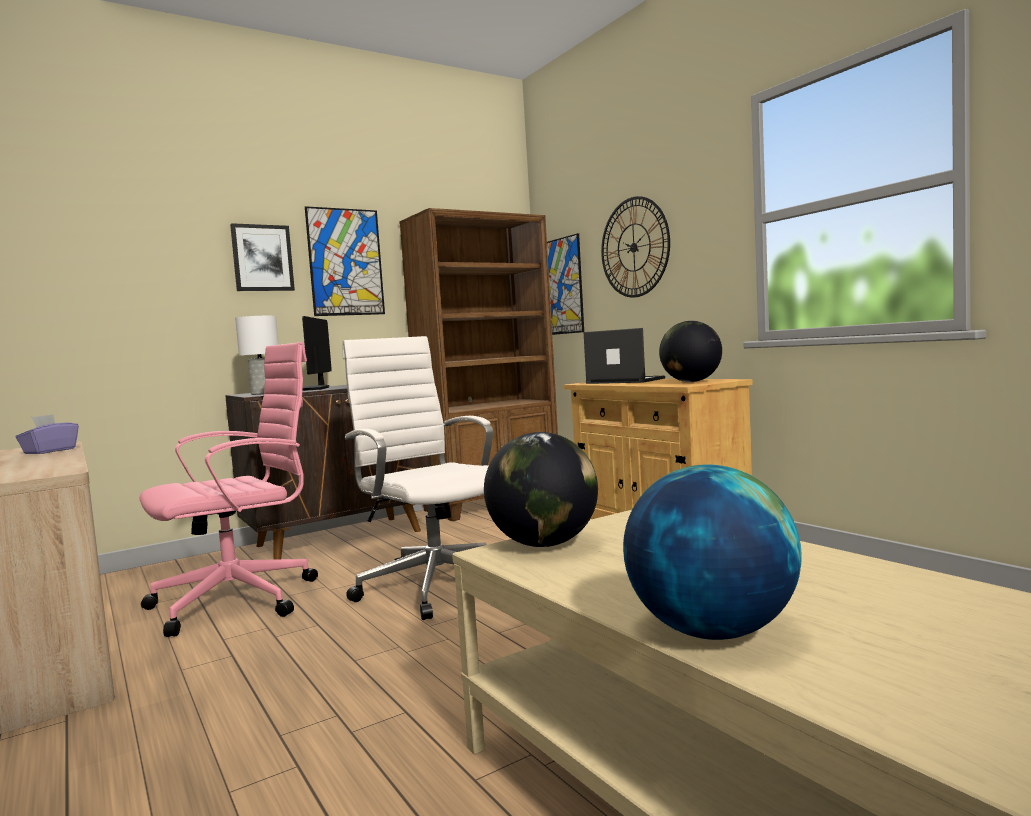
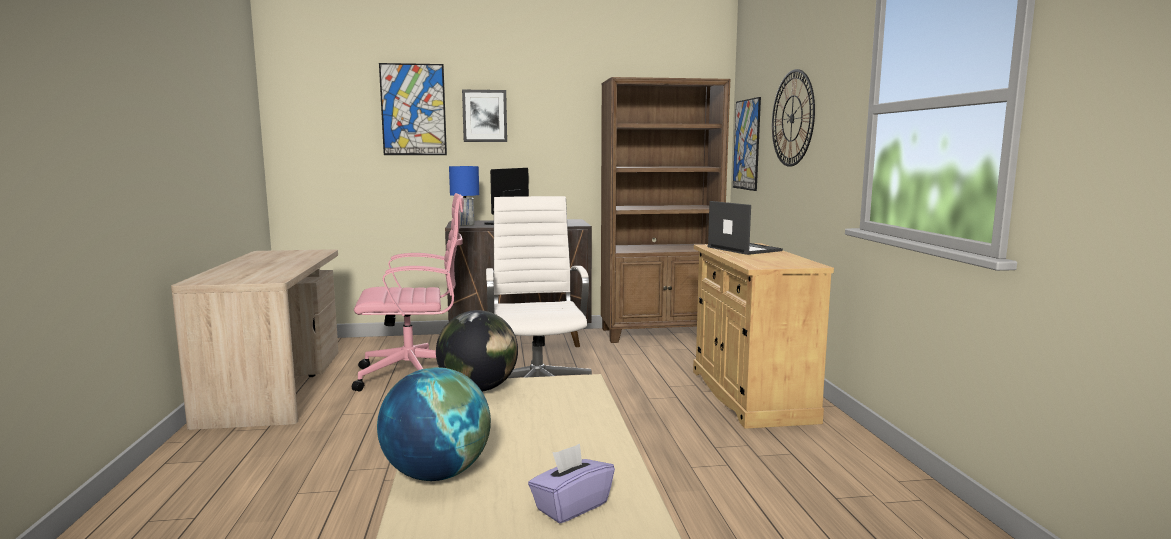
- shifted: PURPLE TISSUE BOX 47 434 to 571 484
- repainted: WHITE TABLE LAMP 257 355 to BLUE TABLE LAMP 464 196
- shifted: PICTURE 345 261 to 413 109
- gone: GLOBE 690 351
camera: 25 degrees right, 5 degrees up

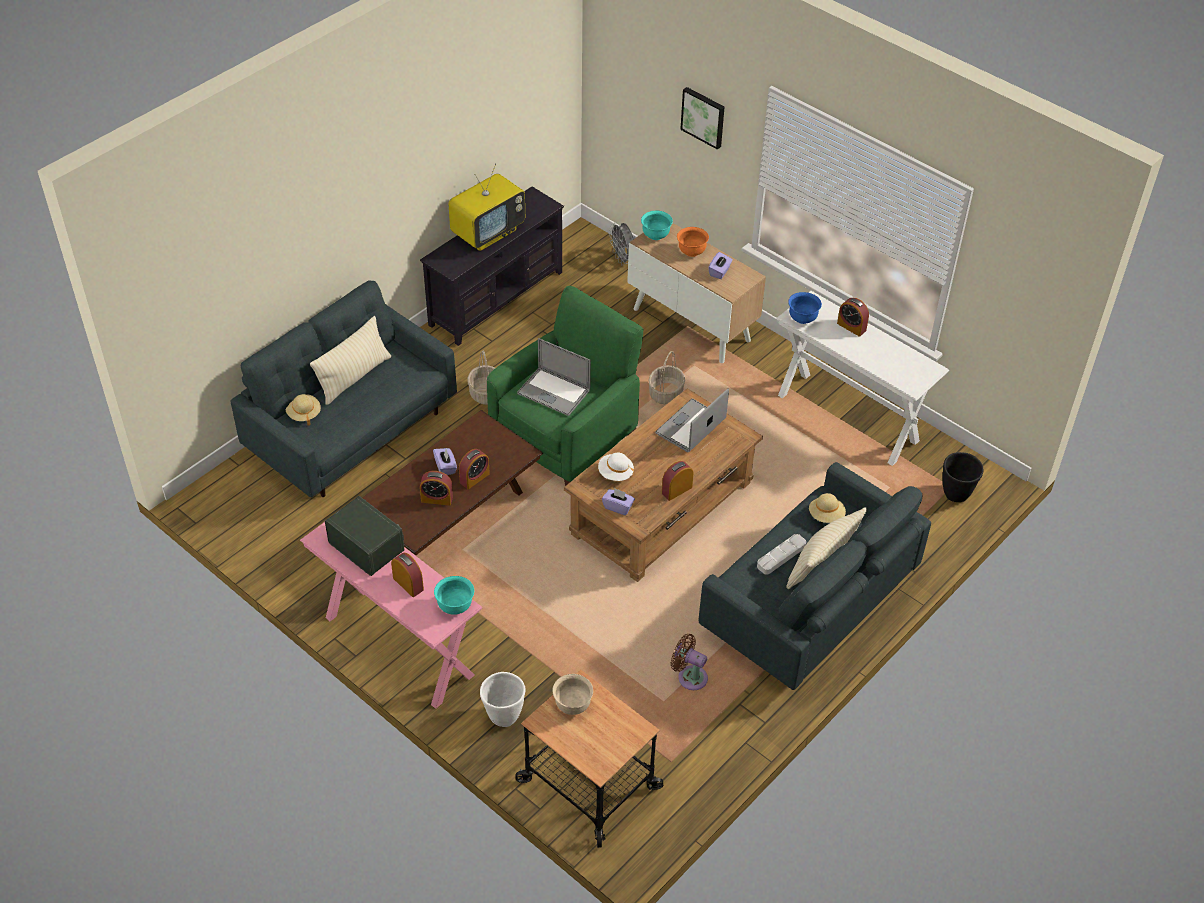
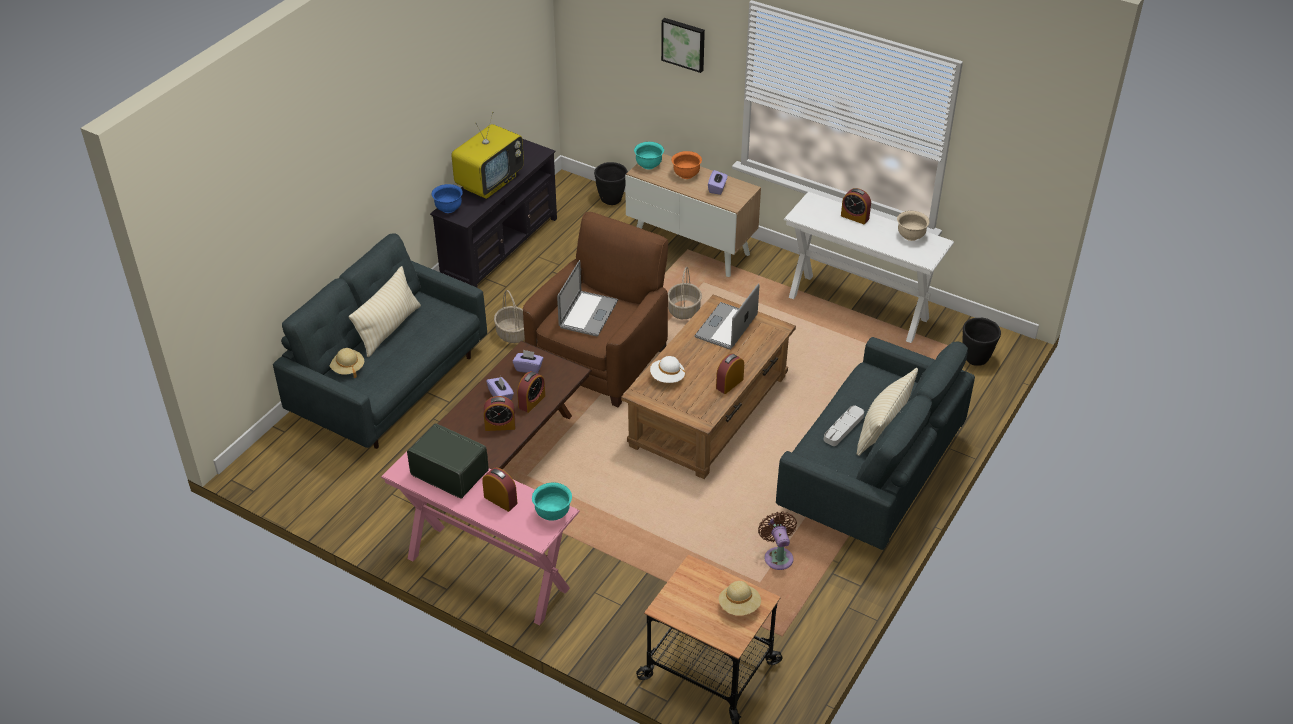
- gone: WHITE PLANTER 503 699
- repainted: GREEN ARMCHAIR 565 386 to BROWN ARMCHAIR 595 309
- rotated: LAPTOP 554 377 = 587 298 90 degrees counterclockwise
- shifted: BEIGE BOWL 572 694 to 913 226
- shifted: PURPLE TISSUE BOX 618 501 to 528 362
- swapped: GREY FAN 622 244 to BLACK PLANTER 611 183
- rotated: BROWN FAN 689 662 = 777 540 60 degrees clockwise
- shifted: BLUE BOWL 805 308 to 447 198
- shifted: BEIGE HAT 827 508 to 740 598
camera: 10 degrees left, 5 degrees down

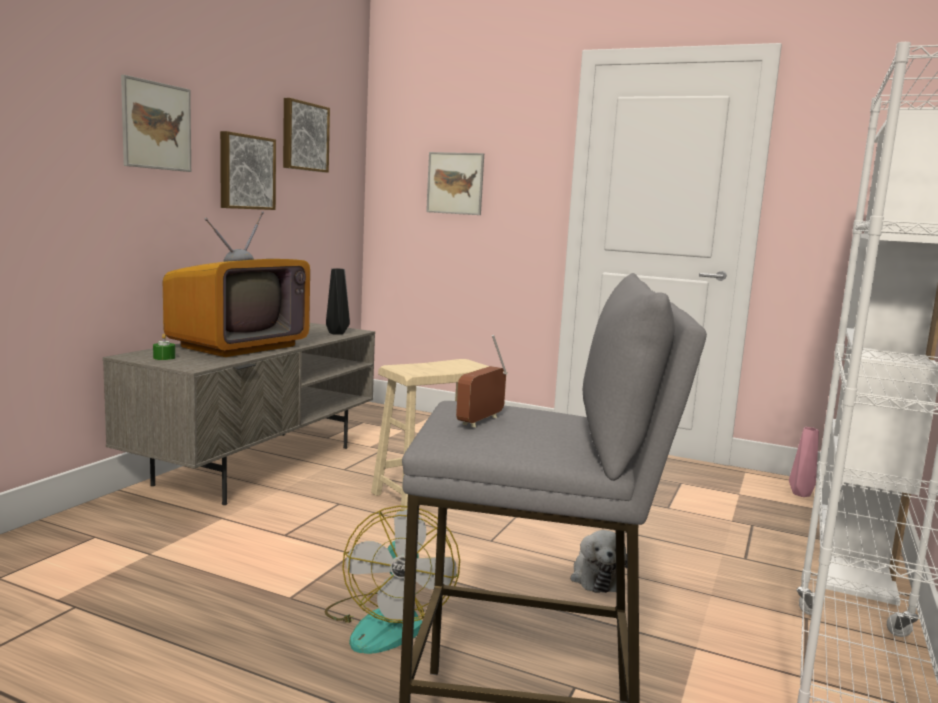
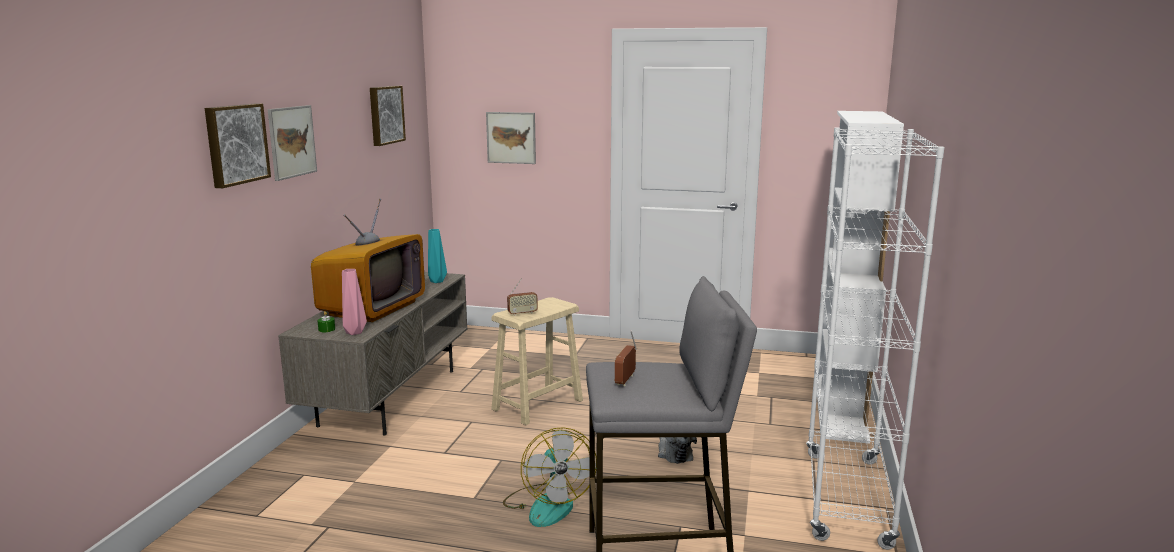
- shifted: PICTURE 248 170 to 238 145
- repainted: BLACK VASE 338 301 to TURQUOISE VASE 437 256
- shifted: PINK VASE 804 462 to 354 302
- new: RADIO 522 297
camera: 10 degrees left, 5 degrees up

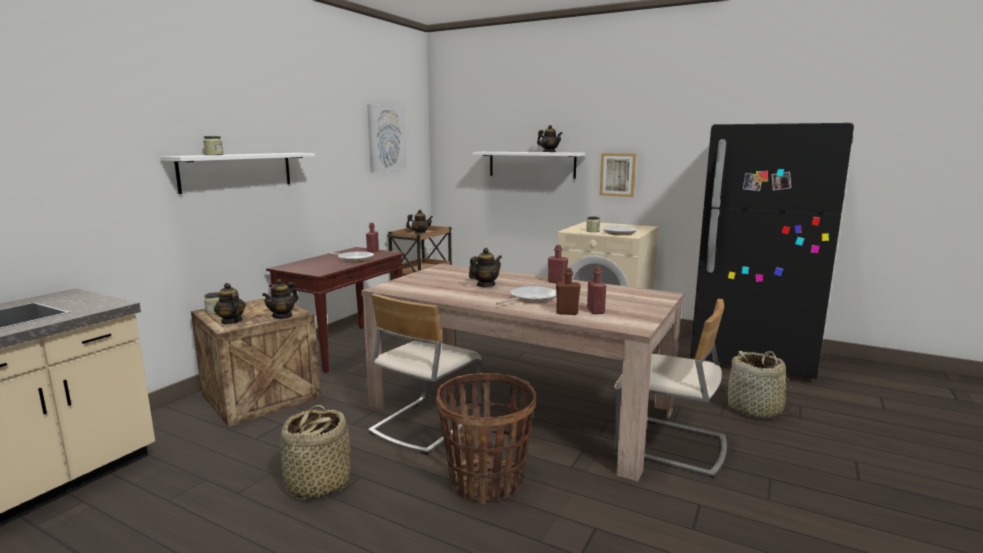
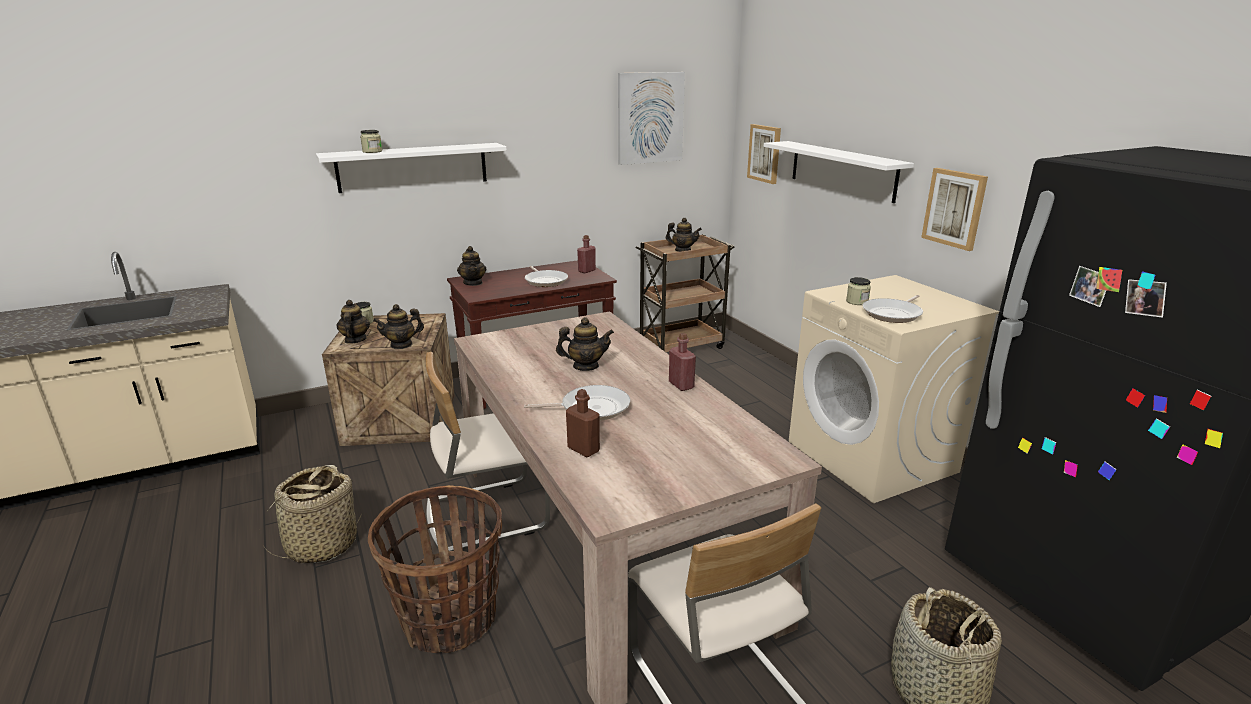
- shifted: TEAPOT 550 138 to 471 266
- gone: RED BOTTLE 596 290
- new: PICTURE 764 154
camera: 35 degrees right, 10 degrees up

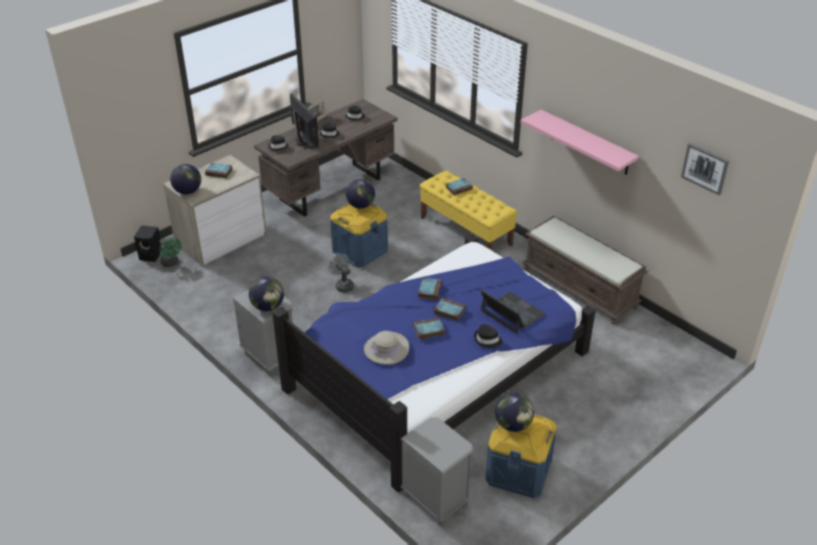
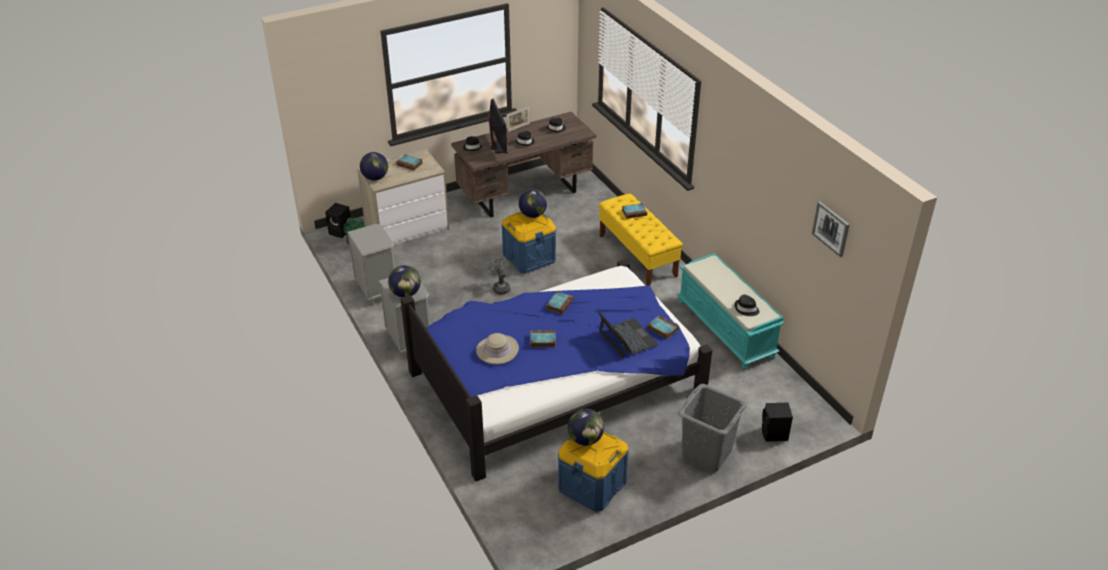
- shifted: GREY NIGHTSTAND 436 471 to 371 265
- shifted: BOOK 450 309 to 663 327
- shifted: BLACK HAT 488 336 to 747 305
- gone: PINK SHELF 579 142
- repainted: BROWN BENCH 585 270 to TURQUOISE BENCH 731 311
- new: GREY LAUNDRY BASKET 712 428
- new: BLACK SPEAKER 777 422
camera: 15 degrees right, 0 degrees up

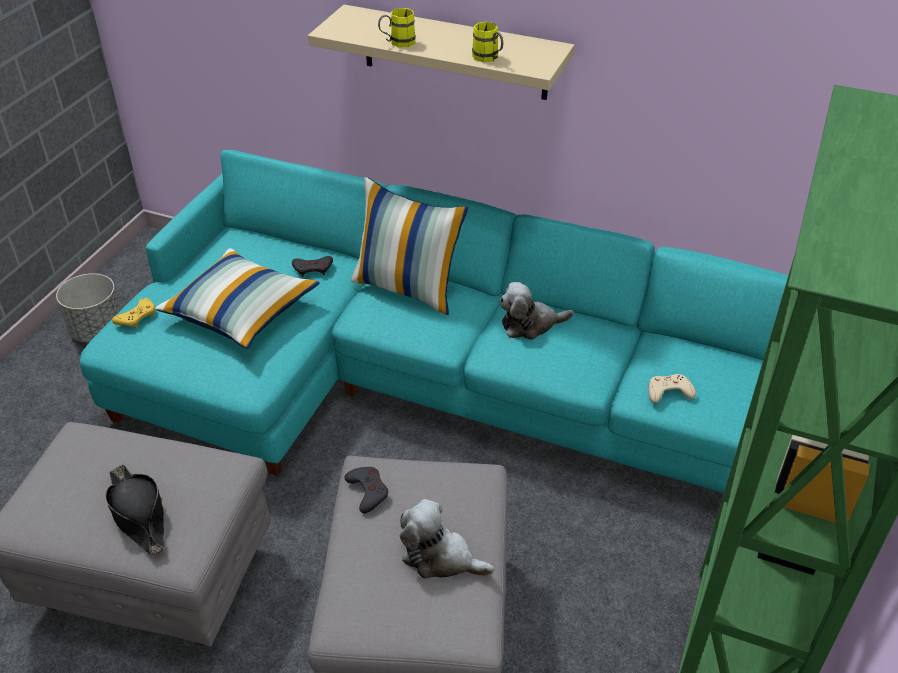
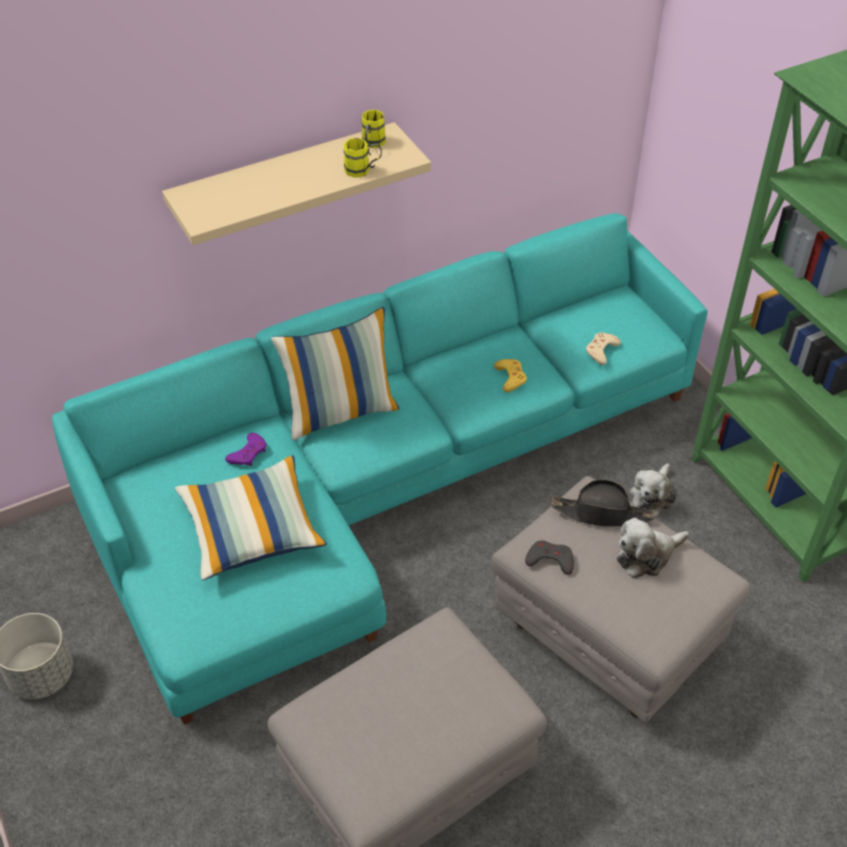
- shifted: BLACK HAT 134 510 to 603 503
- shifted: YELLOW GAME CONTROLLER 133 313 to 510 375
- repainted: GREY GAME CONTROLLER 312 266 to PURPLE GAME CONTROLLER 245 449
- shifted: YELLOW MUG 396 27 to 374 129
- shifted: PLUSH TOY 536 311 to 653 490
camera: 50 degrees left, 5 degrees up

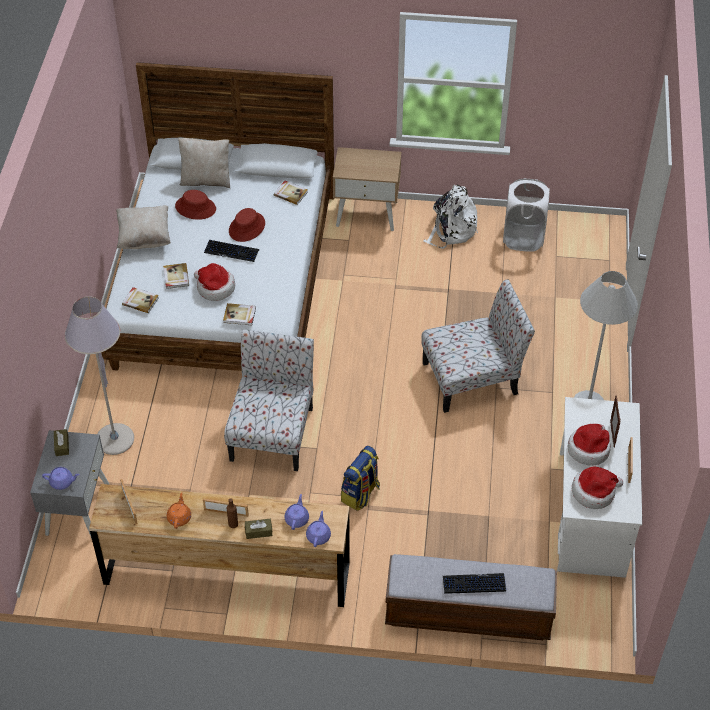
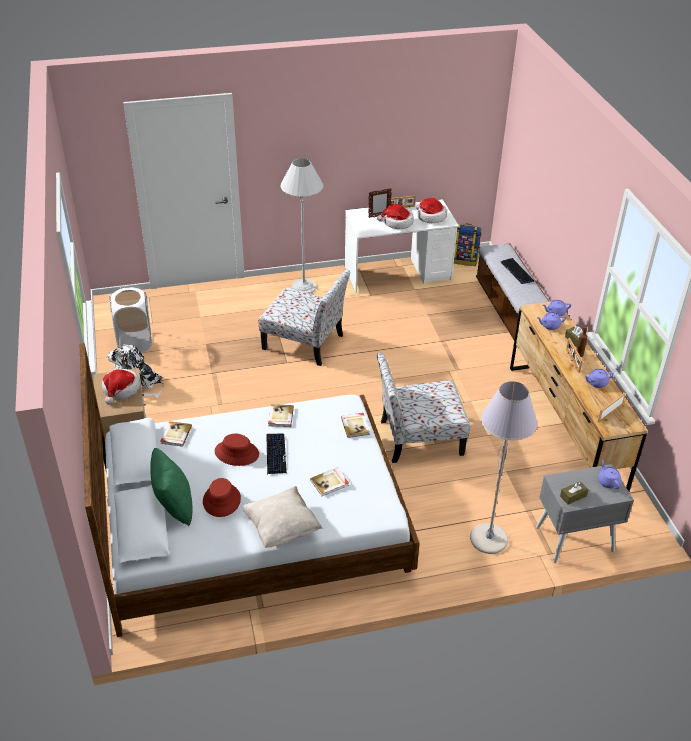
- shifted: BOOK 140 300 to 281 415
- repainted: ORANGE TEAPOT 179 510 to PURPLE TEAPOT 599 378
- repainted: BEIGE PILLOW 204 163 to GREEN PILLOW 171 487
- shifted: HAT 214 282 to 121 387
- shifted: BACKPACK 360 478 to 468 244
- rotated: CHAIR 478 346 = 304 318 150 degrees clockwise
camera: 110 degrees left, 10 degrees down

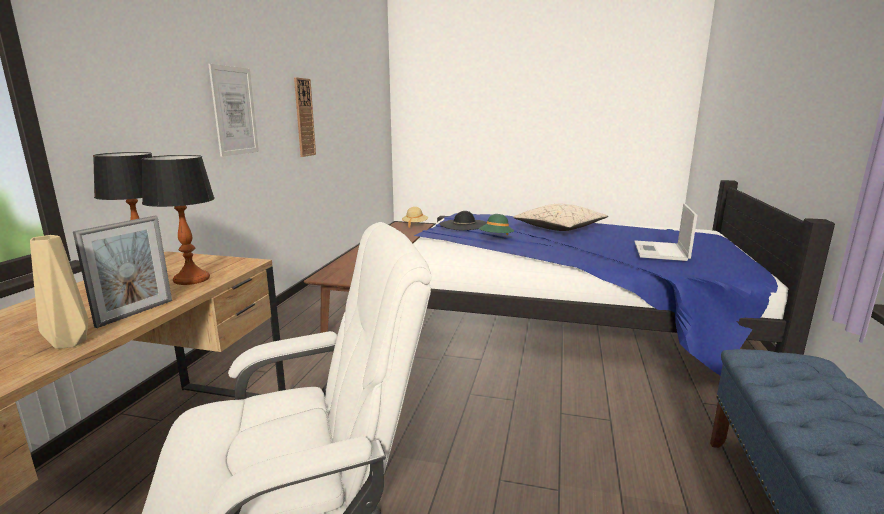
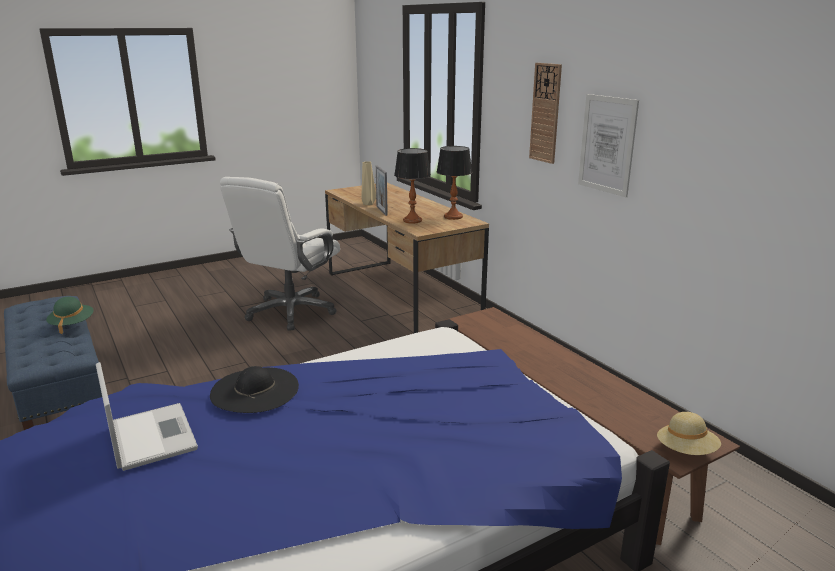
- shifted: WALL CLOCK 305 117 to 545 113
- shifted: BLACK HAT 463 220 to 254 389
- shifted: GREEN HAT 496 224 to 70 315
- gone: BEIGE PILLOW 560 217
camera: 135 degrees right, 5 degrees up

